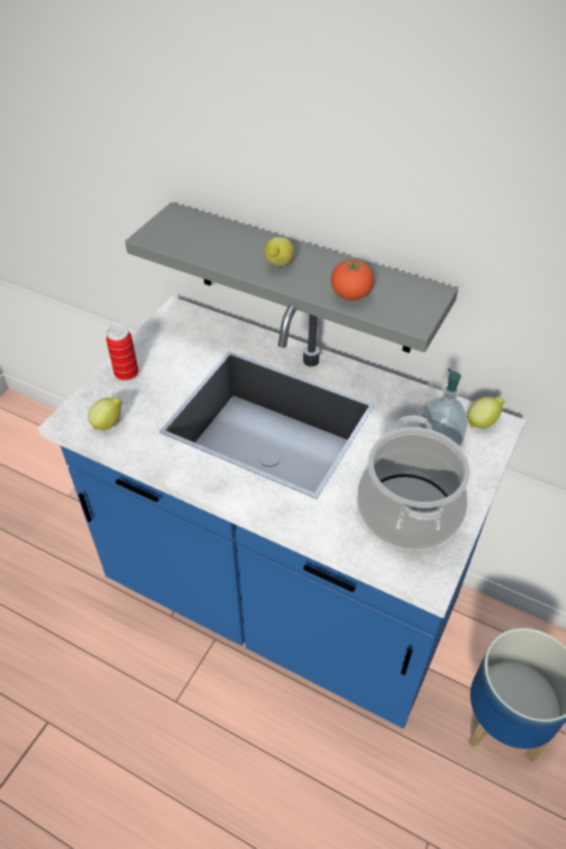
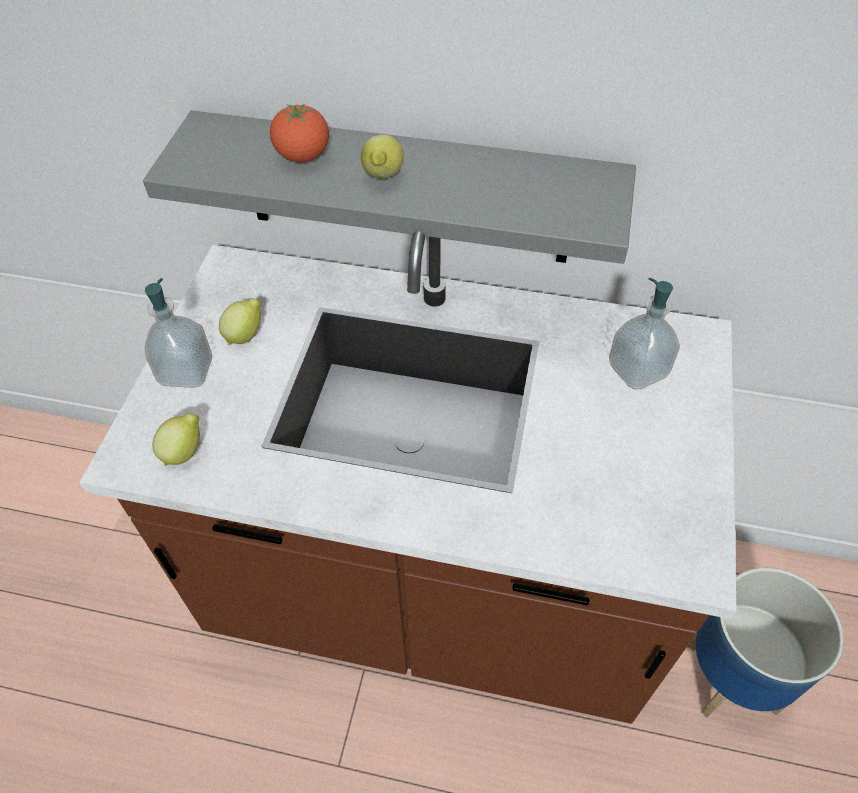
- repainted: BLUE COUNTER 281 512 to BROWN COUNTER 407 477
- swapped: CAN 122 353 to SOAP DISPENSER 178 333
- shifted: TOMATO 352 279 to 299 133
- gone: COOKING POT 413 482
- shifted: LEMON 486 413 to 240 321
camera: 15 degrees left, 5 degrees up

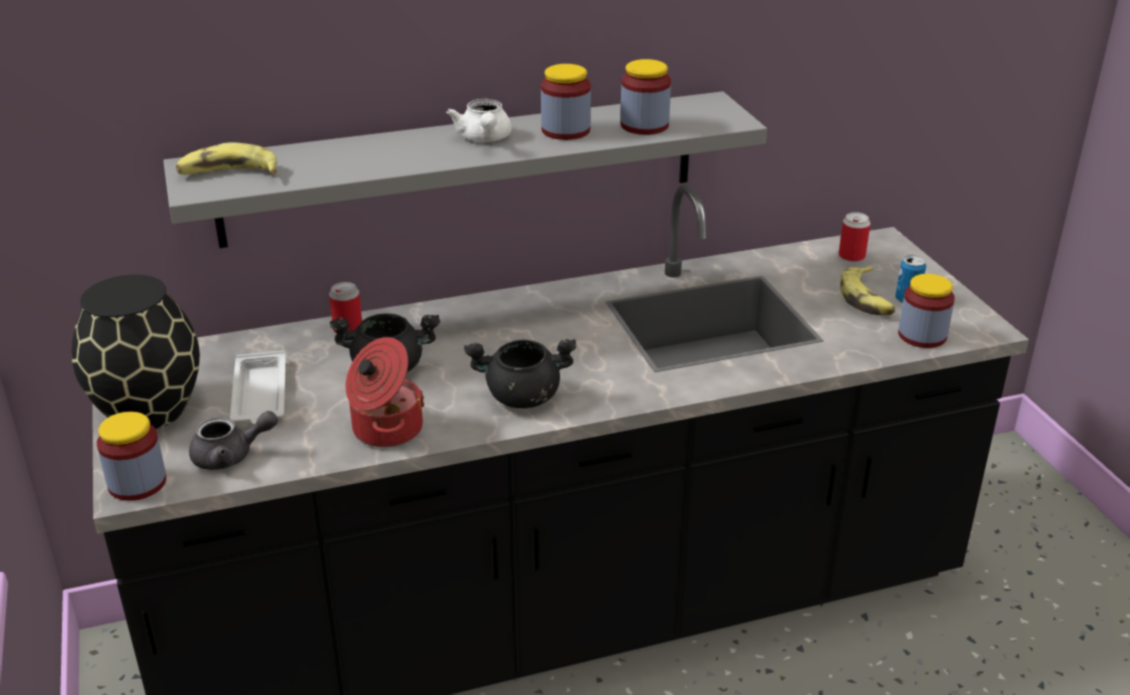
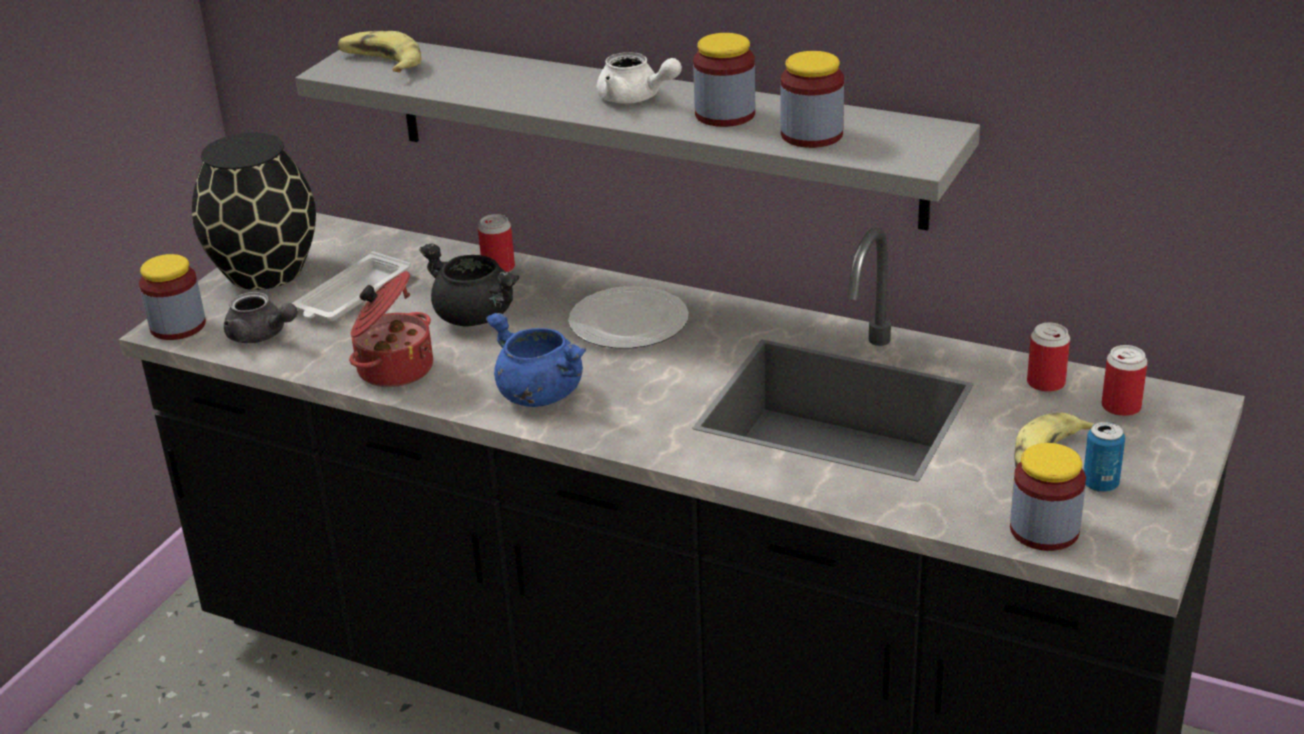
- rotated: WHITE TEAPOT 479 120 = 639 77 90 degrees counterclockwise
- repainted: BLACK COOKING POT 520 374 to BLUE COOKING POT 536 360
- new: PLATE 628 317
- new: CAN 1048 357
camera: 45 degrees right, 0 degrees up

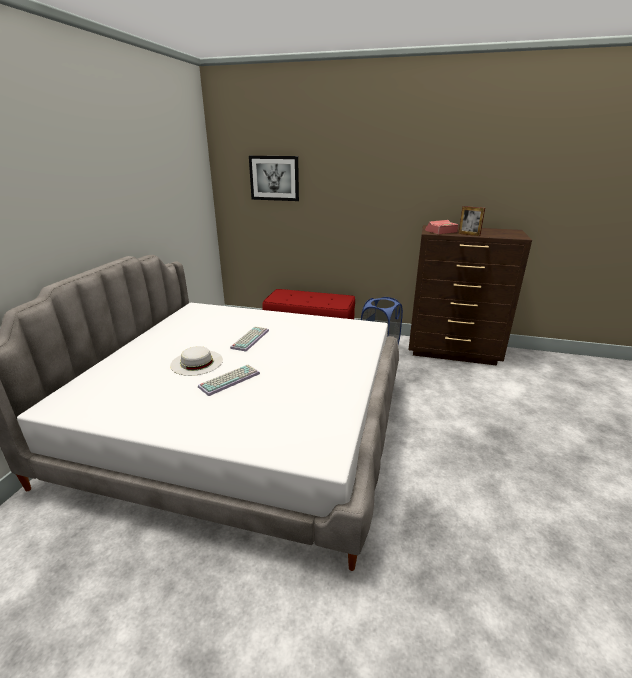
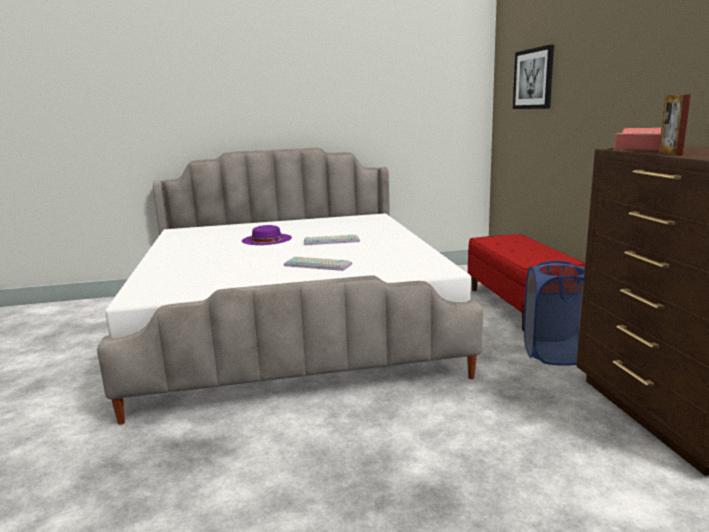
- repainted: WHITE HAT 196 361 to PURPLE HAT 267 235
- shifted: KEYBOARD 229 380 to 318 264
camera: 65 degrees right, 10 degrees down

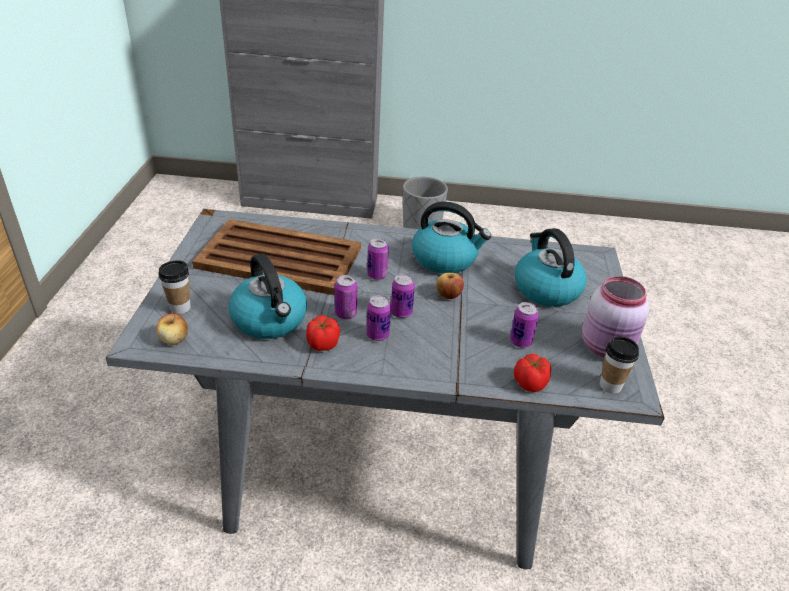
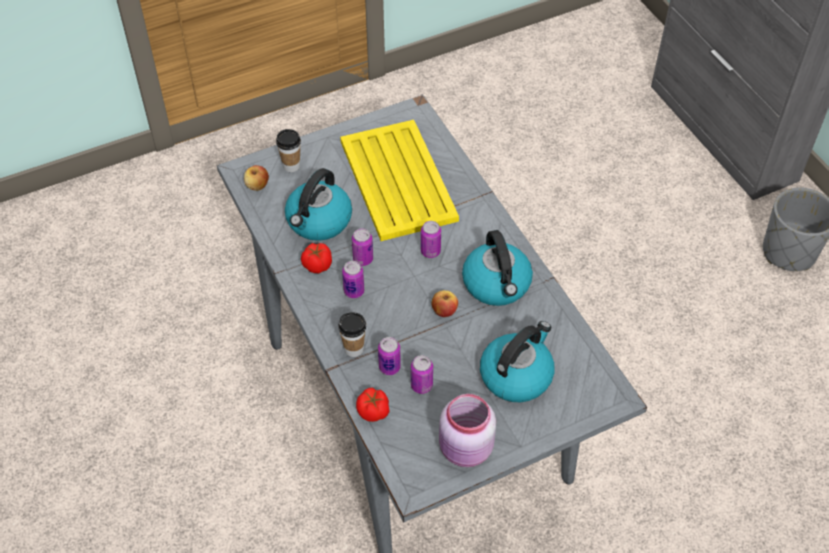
- repainted: BROWN TRAY 276 257 to YELLOW TRAY 399 180
- shifted: CAN 403 296 to 389 356
- shifted: CUP 619 365 to 352 334
camera: 60 degrees right, 15 degrees up

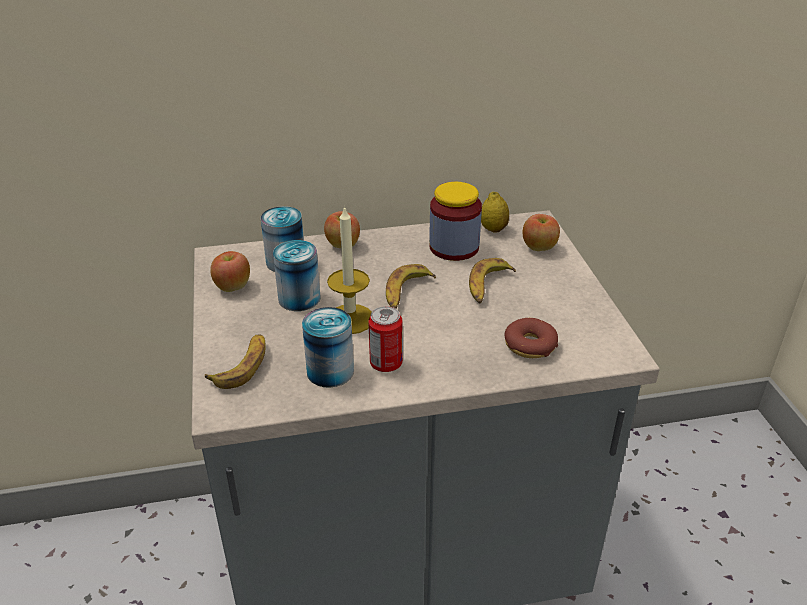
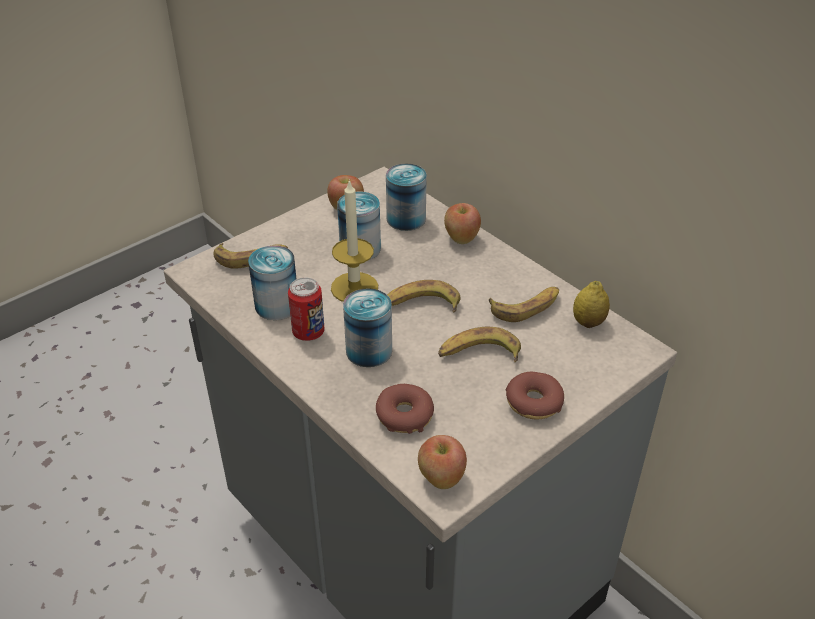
- swapped: JAR 455 221 to BANANA 524 304
- shifted: APPLE 541 232 to 442 462
- new: CAN 367 327
- new: DONUT 535 395
camera: 60 degrees right, 5 degrees up

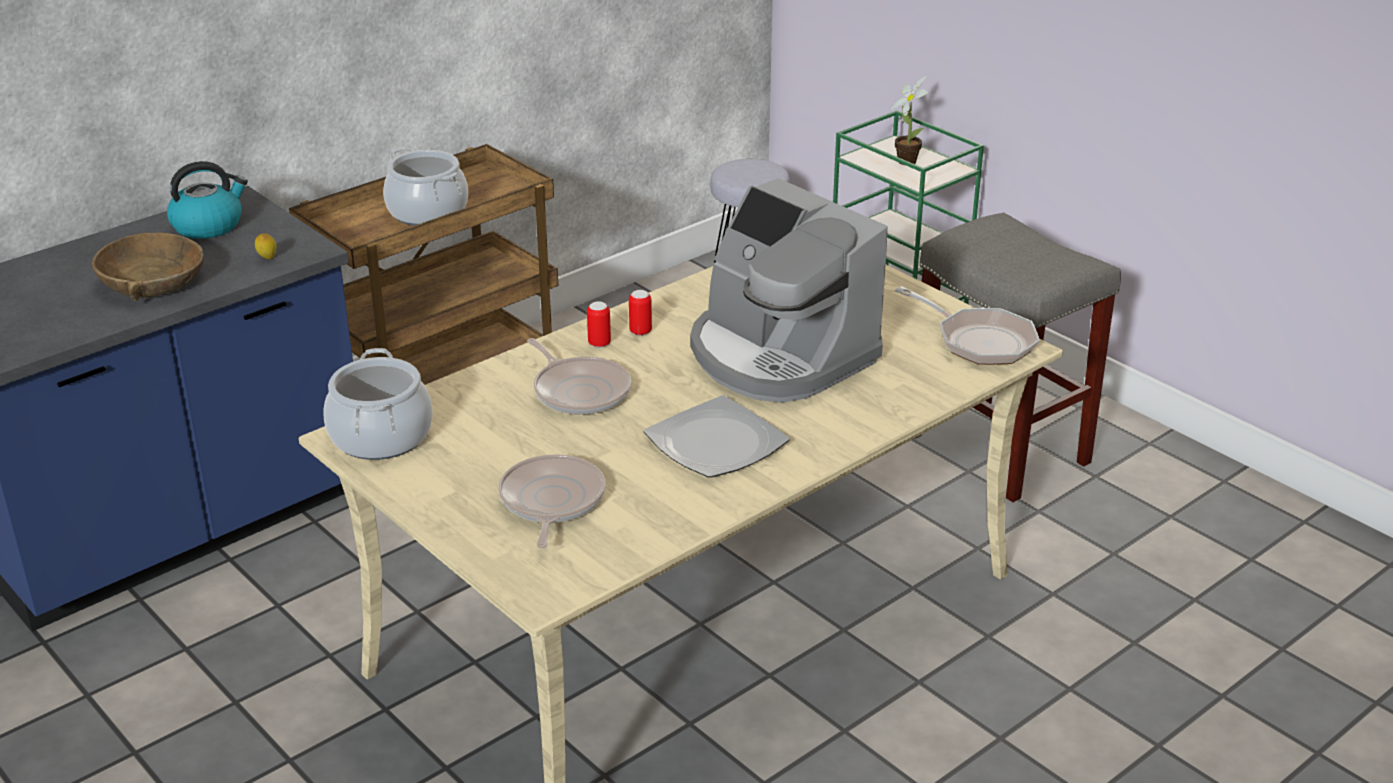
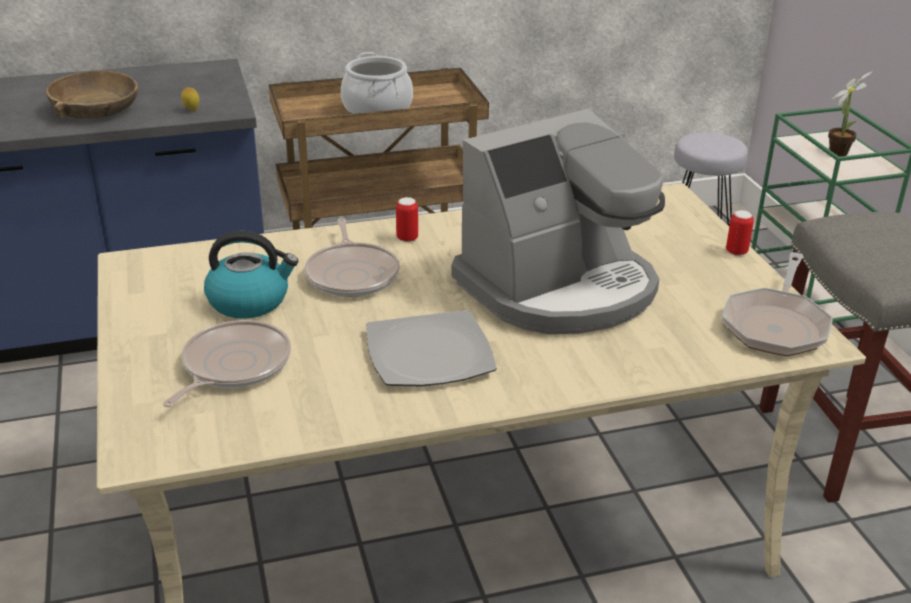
- shifted: KETTLE 207 200 to 251 275
- gone: COOKING POT 378 404
- shifted: CAN 640 313 to 740 233
- rotated: COFFEE MACHINE 789 290 = 558 221 105 degrees counterclockwise
- rotated: FRYING PAN 967 325 = 777 304 45 degrees clockwise
camera: 25 degrees right, 0 degrees up

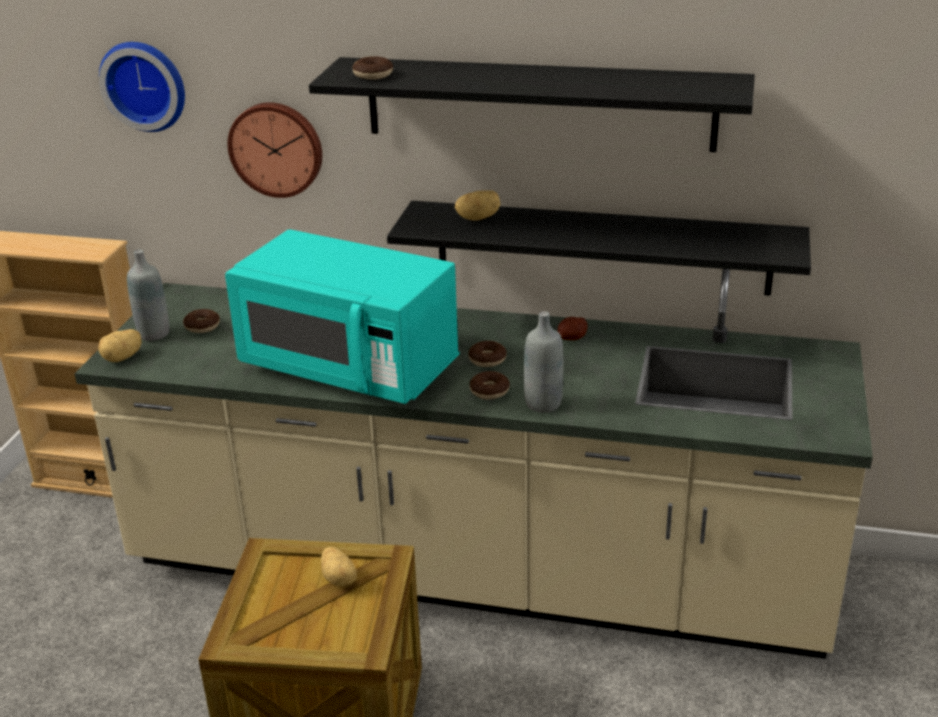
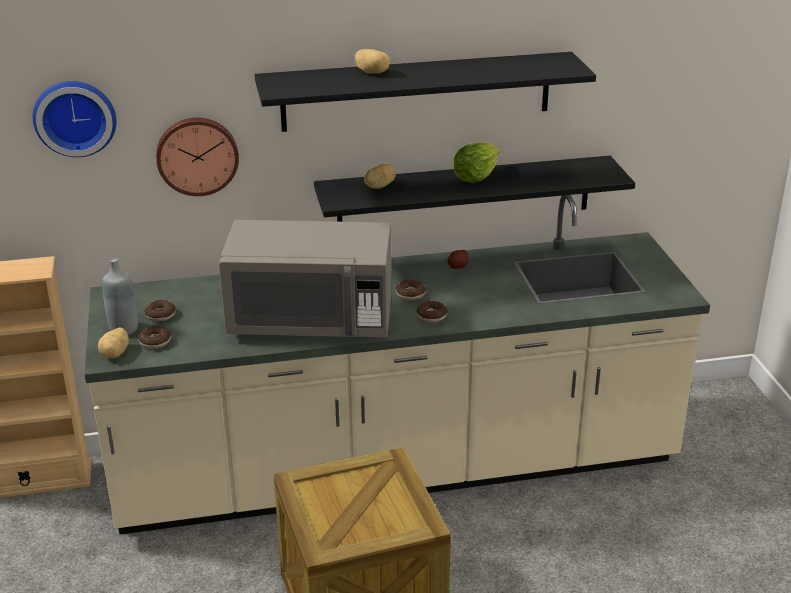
- repainted: TURQUOISE MICROWAVE 342 316 to GREY MICROWAVE 305 279
- shifted: POTATO 339 566 to 372 61
- shifted: DONUT 372 68 to 154 337
- gone: GREY BOTTLE 544 362
- new: LETTUCE 476 162
camera: 25 degrees left, 0 degrees up

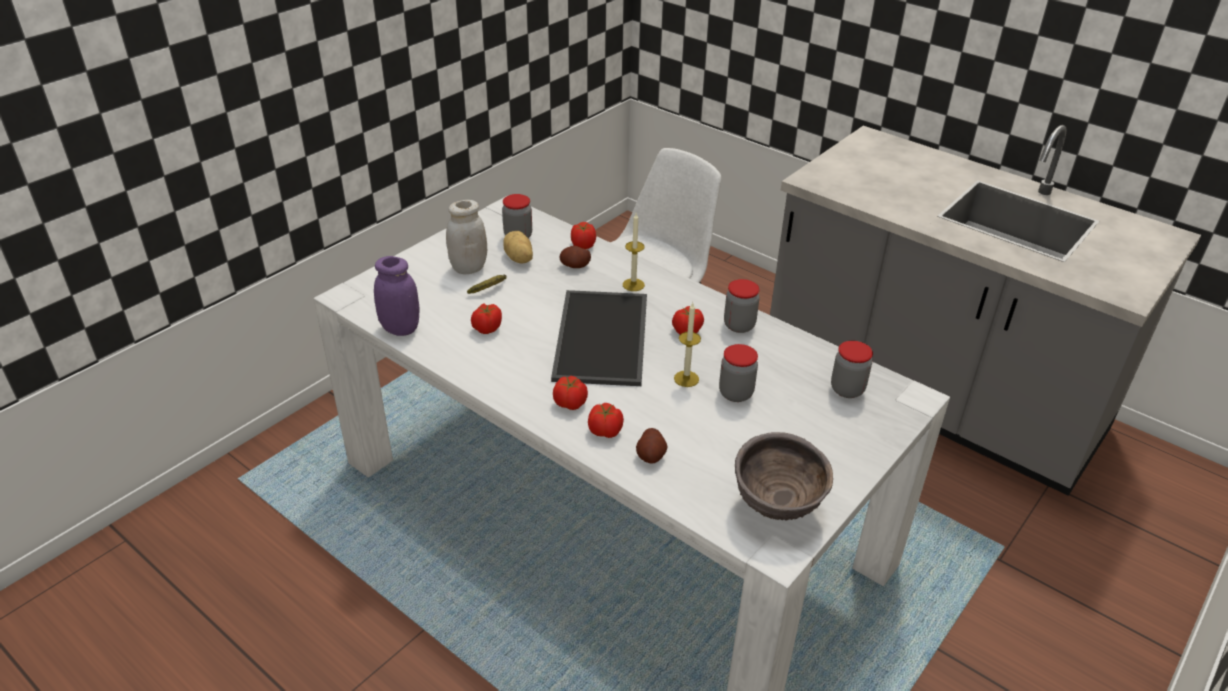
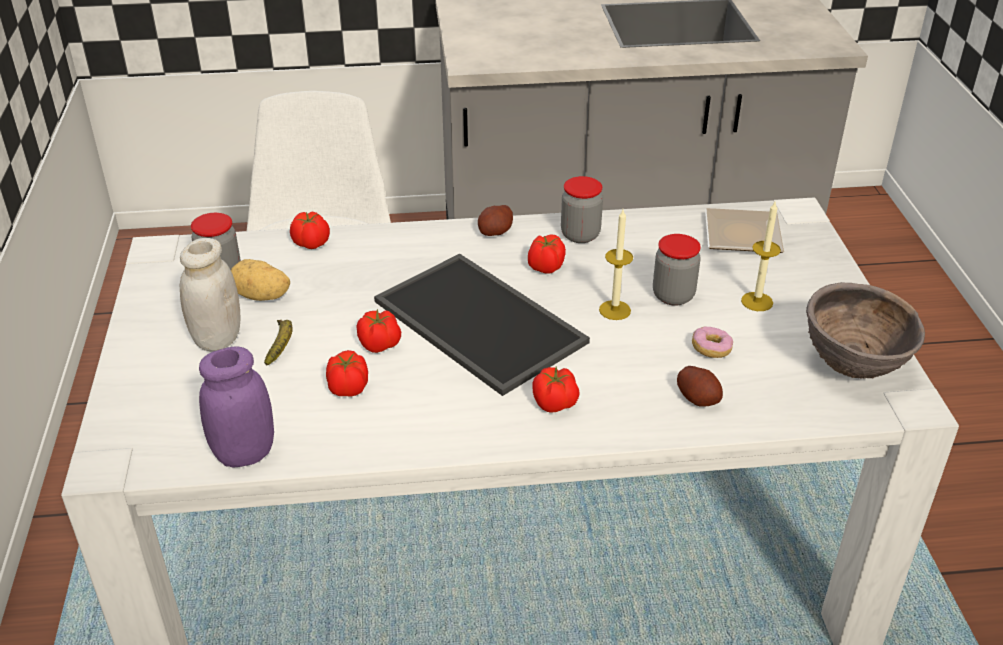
- shifted: POTATO 575 257 to 495 220
- shifted: TOMATO 606 420 to 378 331
- shifted: CANDLE 634 252 to 761 256
- swapped: JAR 852 369 to PLATE 744 230
- new: DONUT 712 342
camera: 45 degrees left, 0 degrees up

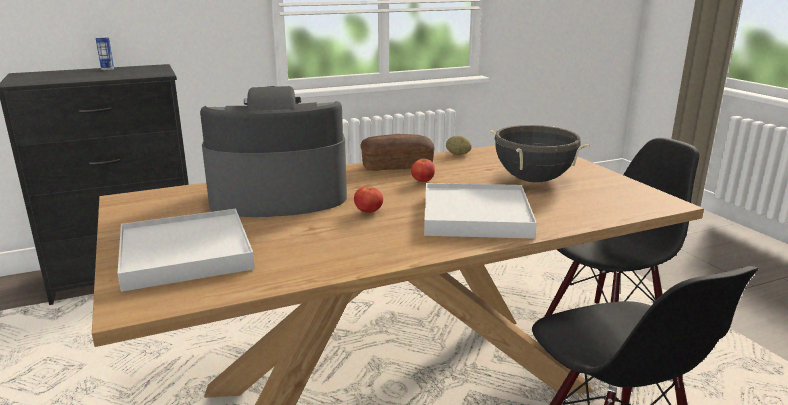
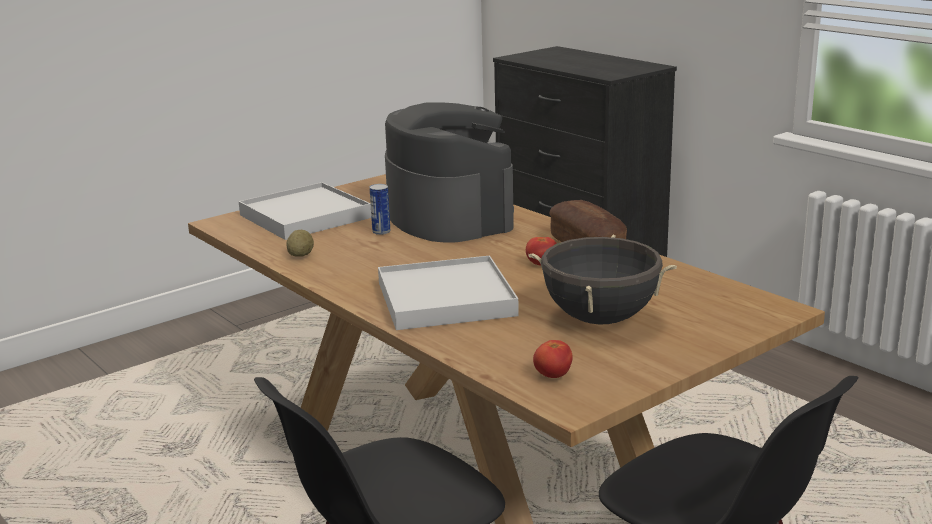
- shifted: CAN 104 53 to 379 209
- shifted: TOMATO 368 199 to 553 359
- shifted: POTATO 459 145 to 300 243
camera: 75 degrees right, 0 degrees up

